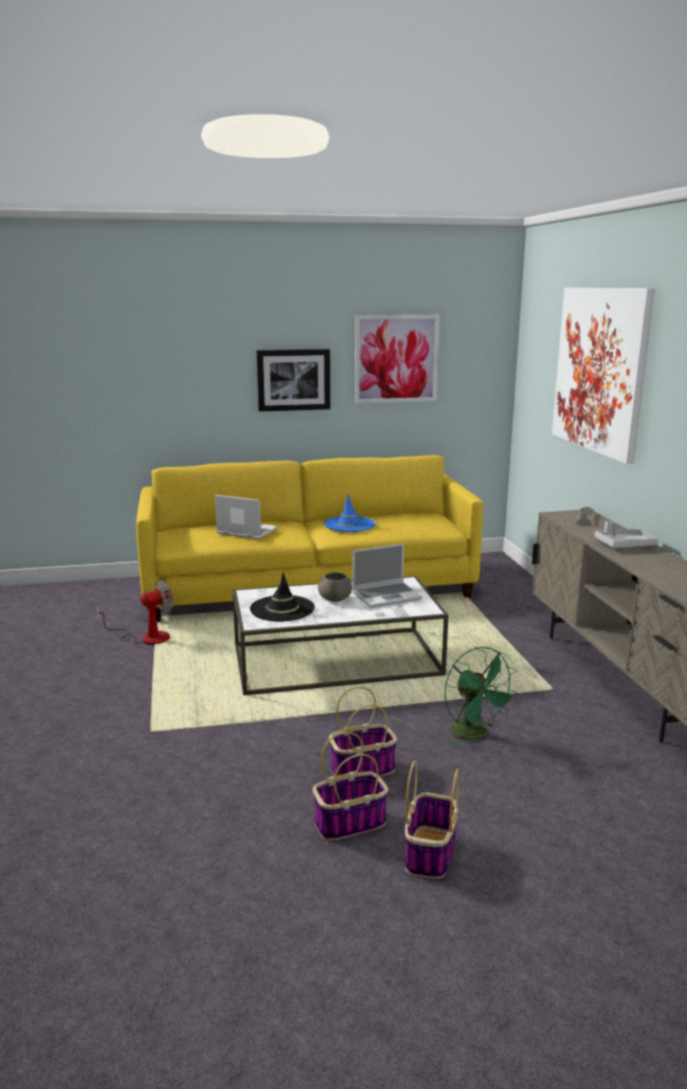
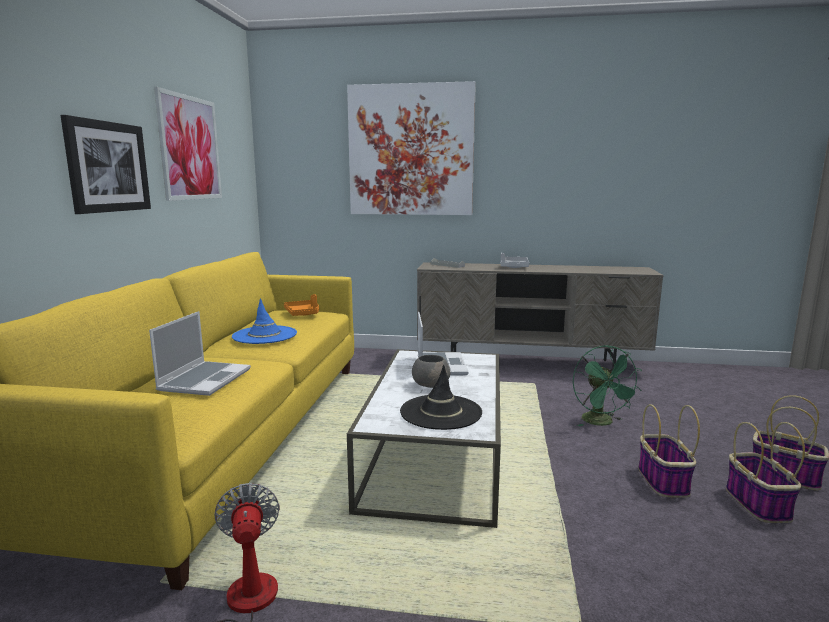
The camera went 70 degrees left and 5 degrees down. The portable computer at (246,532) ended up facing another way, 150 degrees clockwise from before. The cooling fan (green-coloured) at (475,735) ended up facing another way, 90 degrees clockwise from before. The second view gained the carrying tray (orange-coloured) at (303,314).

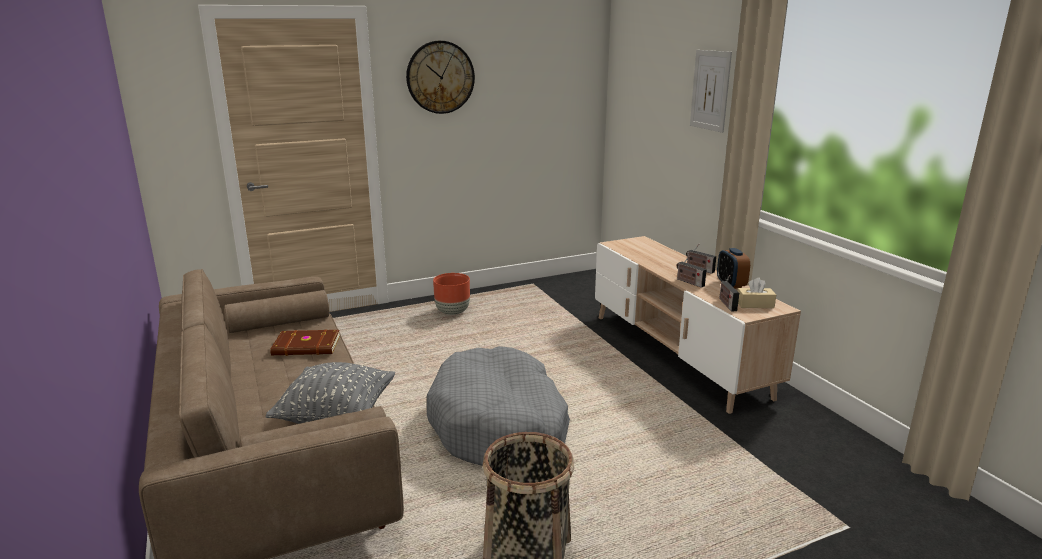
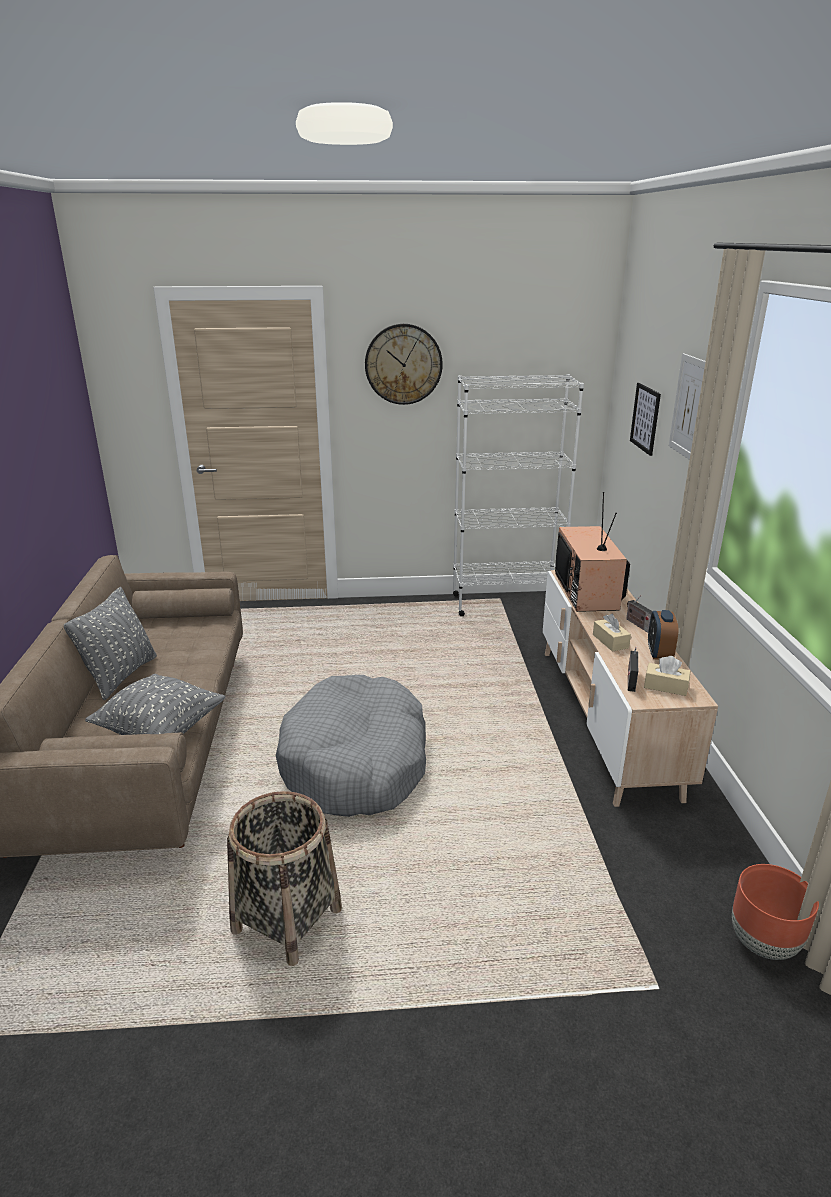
The camera went 20 degrees right and 5 degrees up. The second view lost the book (brown-coloured) at (306,346). The plant pot (brown-coloured) ended up elsewhere, having gone from (453,312) to (764,943). Where the radio receiver stood at (689,282), the box of tissues (sand-coloured) came to stand at (610,641). The second view gained the throw pillow (gray) at (121,676). The second view gained the shelving unit (white) at (506,603). The second view gained the TV at (588,591). The second view gained the wall art at (645,418).

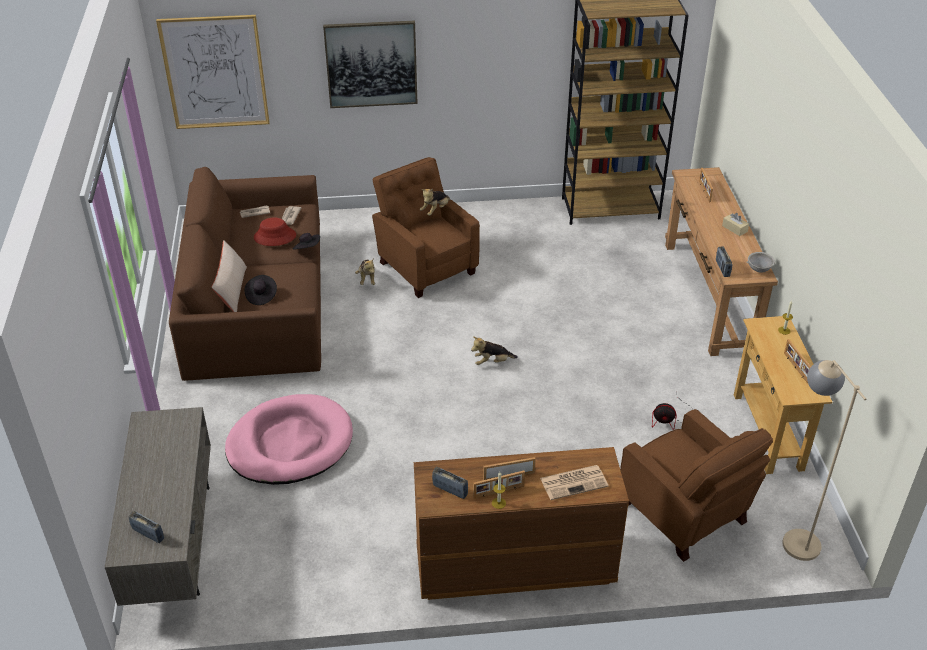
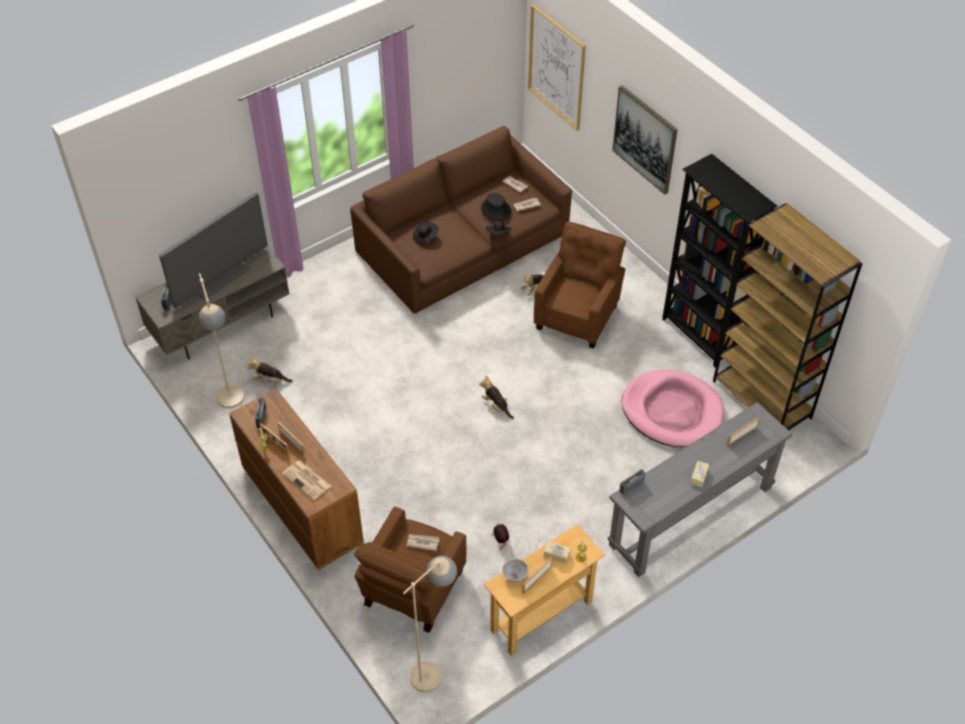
The camera went 60 degrees right and 10 degrees up. The second view lost the throw pillow (sand-coloured) at (232,290). The dog cushion (pink-coloured) ended up elsewhere, having gone from (290,444) to (672,411). What was the hat (red) at (275,237) turned into the hat (blackish) at (495,210). The plush toy ended up elsewhere, having gone from (435,210) to (270,380). What was the narrow table (brown-coloured) at (708,296) turned into the narrow table (gray) at (690,516). The serving bowl (gray) ended up elsewhere, having gone from (759,270) to (514,576). The second view gained the TV at (218,277). The second view gained the floor lamp (sand-coloured) at (233,404). The second view gained the printed paper at (422,542). The second view gained the box of tissues (sand-coloured) at (557,555). The second view gained the shelving unit (blackish) at (700,336).

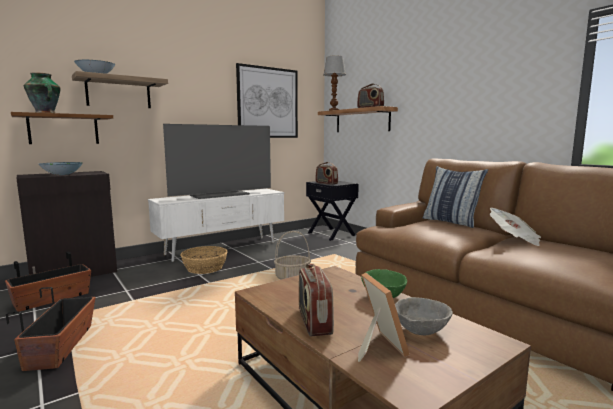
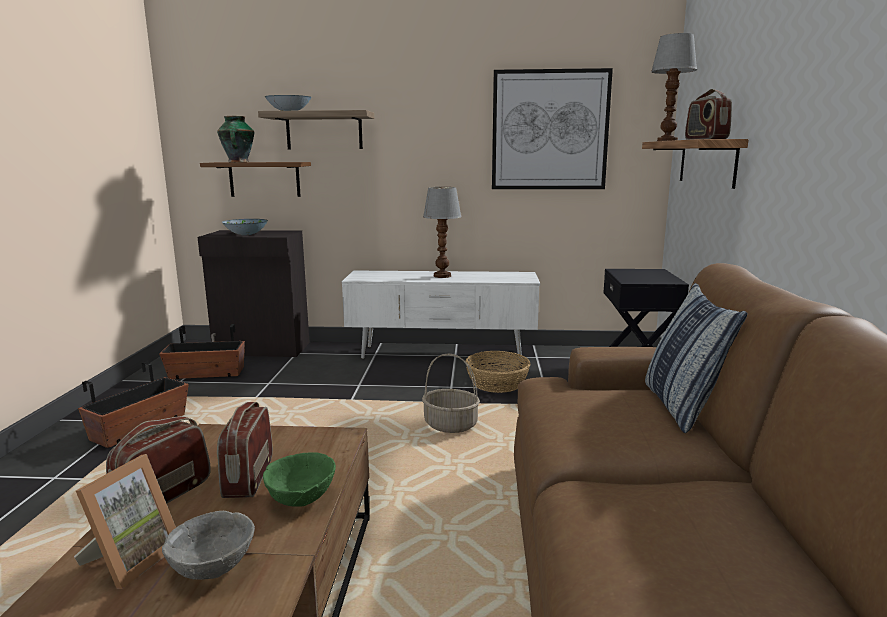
The camera went 40 degrees right and 5 degrees up. Where the TV stood at (220,195), the lamp for a table came to stand at (443,276). The basket ended up elsewhere, having gone from (205,268) to (497,383). The radio receiver ended up elsewhere, having gone from (326,183) to (248,477). The second view lost the printed paper at (514,239).

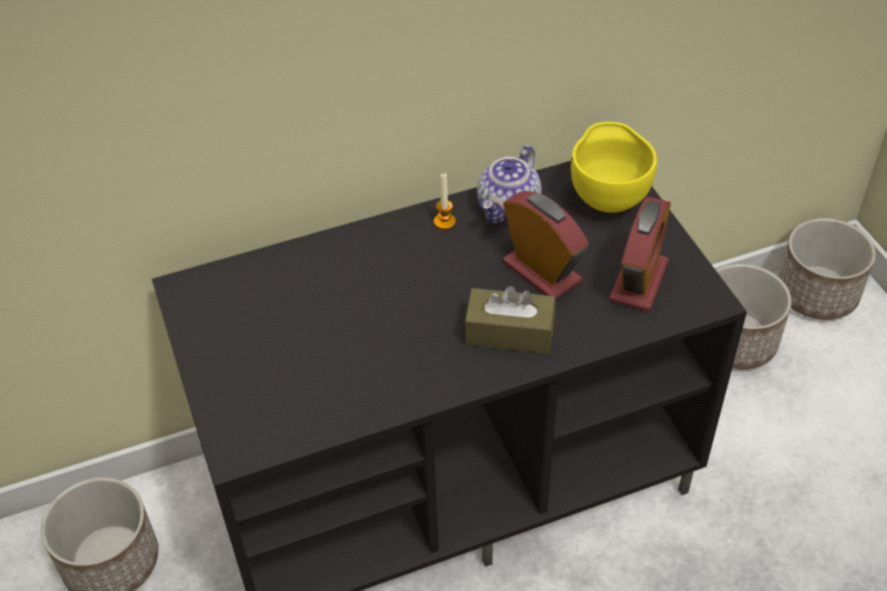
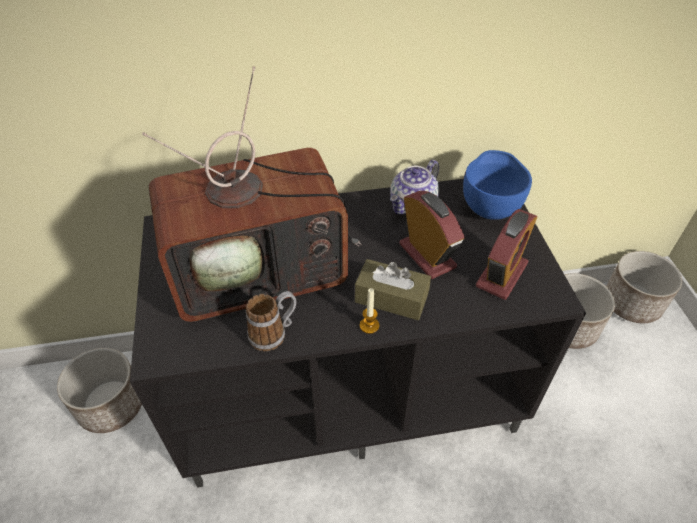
The camera went 10 degrees right and 0 degrees up. The wax light ended up elsewhere, having gone from (444,222) to (369,325). What was the serving bowl (yellowish) at (608,199) turned into the serving bowl (bluish) at (489,209). The second view gained the TV at (263,270). The second view gained the tea mug at (274,333).

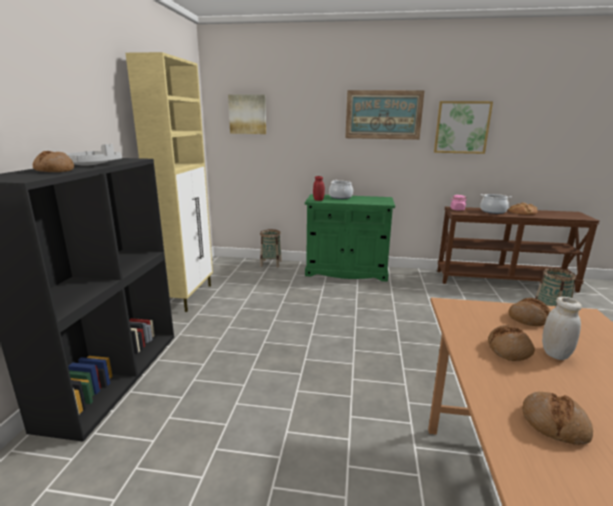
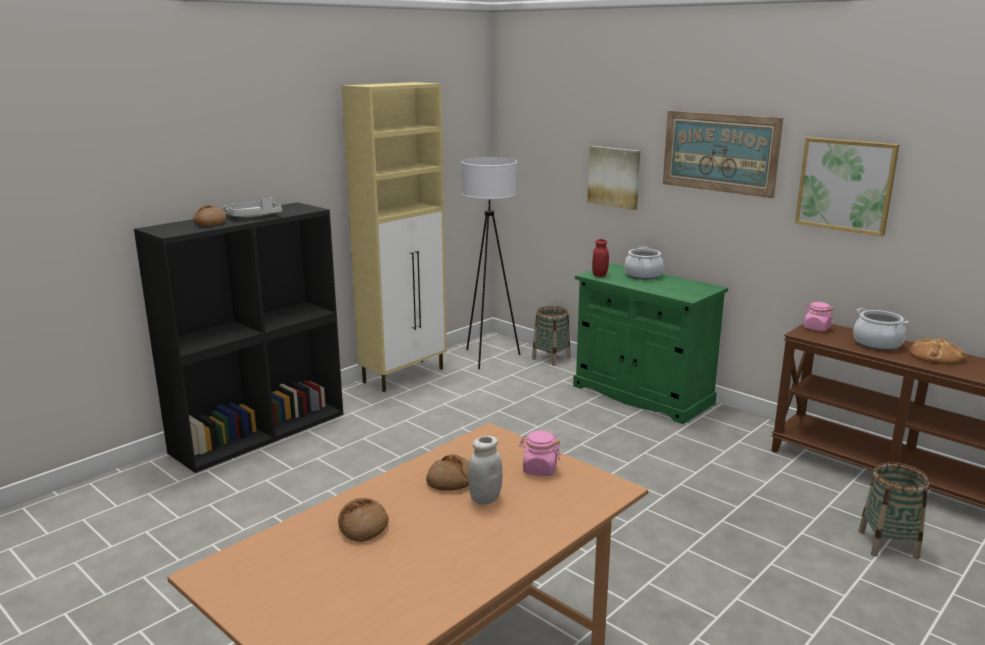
The camera went 35 degrees right and 0 degrees up. The wall art ended up elsewhere, having gone from (247,114) to (614,177). Where the bakery bread stood at (529,318), the preserve jar (pink-coloured) came to stand at (539,469). The second view gained the floor lamp (white) at (489,357).

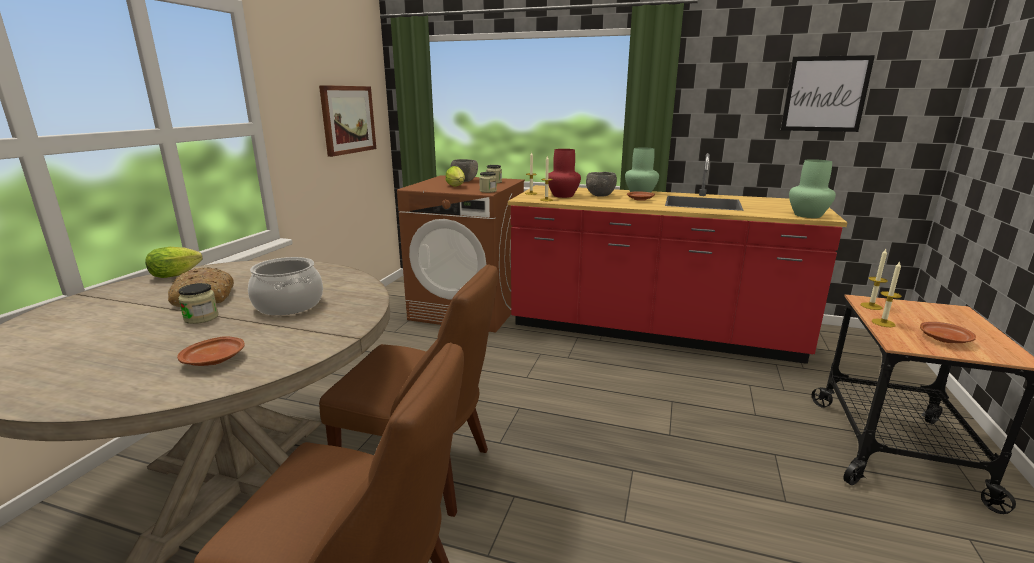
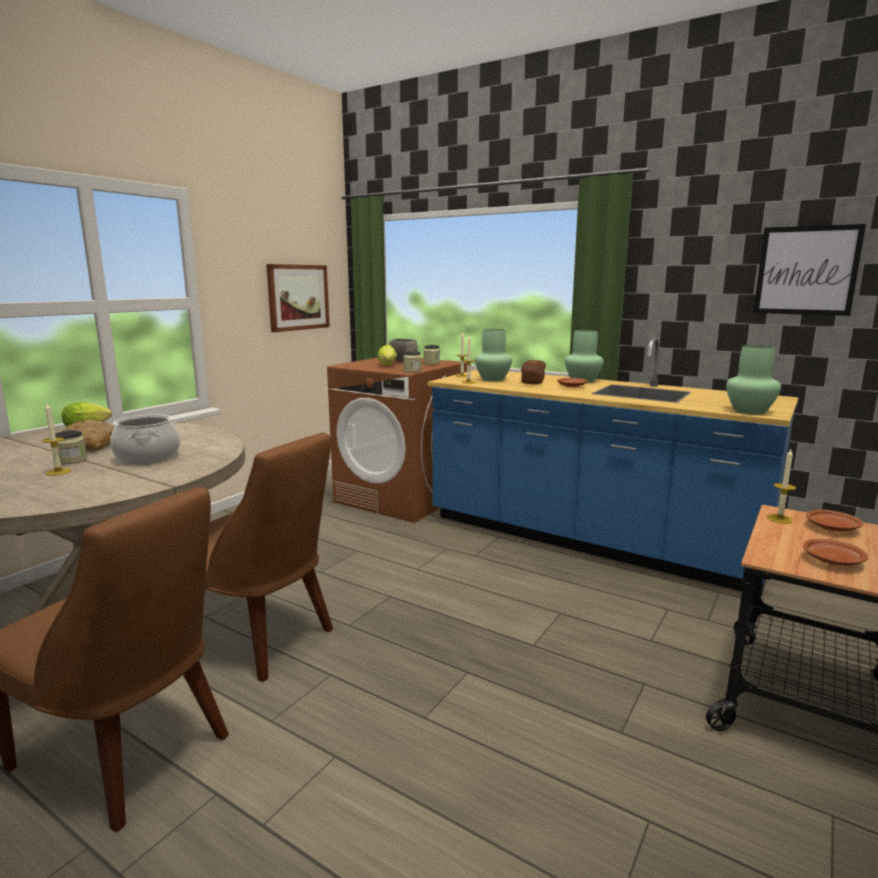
The camera went 15 degrees right and 5 degrees down. The plate (brown-coloured) ended up elsewhere, having gone from (215,360) to (832,528). What was the counter (red) at (652,330) turned into the counter (bluish) at (589,539). What was the decorative vase (red) at (563,195) turned into the decorative vase (green-coloured) at (493,379). Where the serving bowl (gray) stood at (600,196), the bakery bread came to stand at (533,381). The wax light ended up elsewhere, having gone from (883,323) to (58,472).

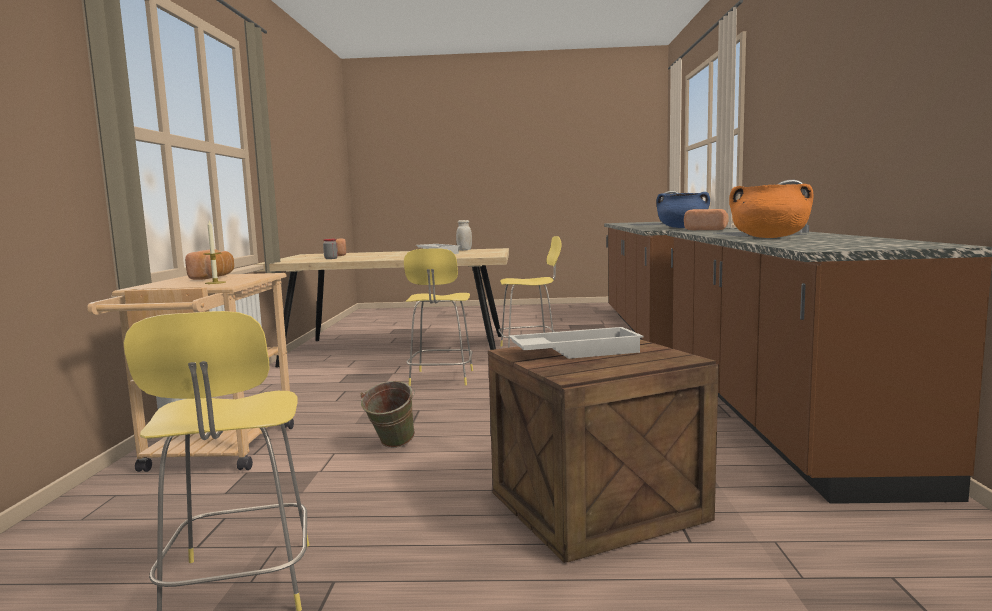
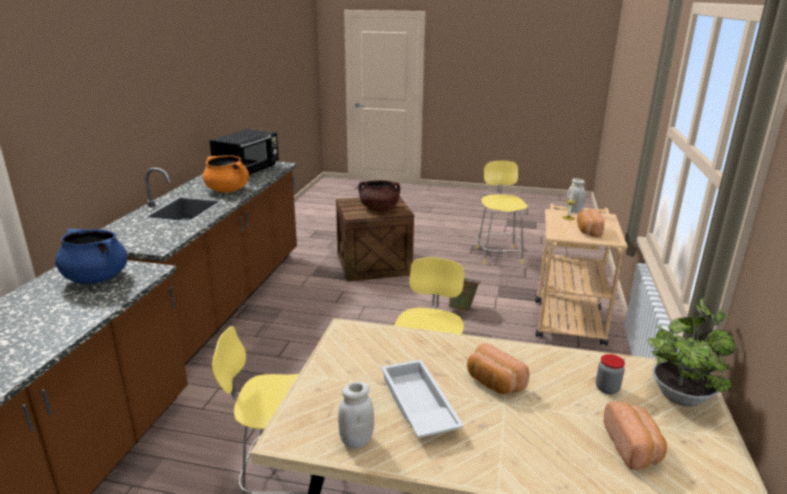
The camera went 170 degrees left and 15 degrees up. Where the carrying tray (white) stood at (575,351), the saucepot (brown-coloured) came to stand at (379,209). The bakery bread ended up elsewhere, having gone from (707,230) to (493,383). The second view gained the microwave (blackish) at (248,170). The second view gained the preserve jar (white) at (574,211). The second view gained the houseplant at (681,394).

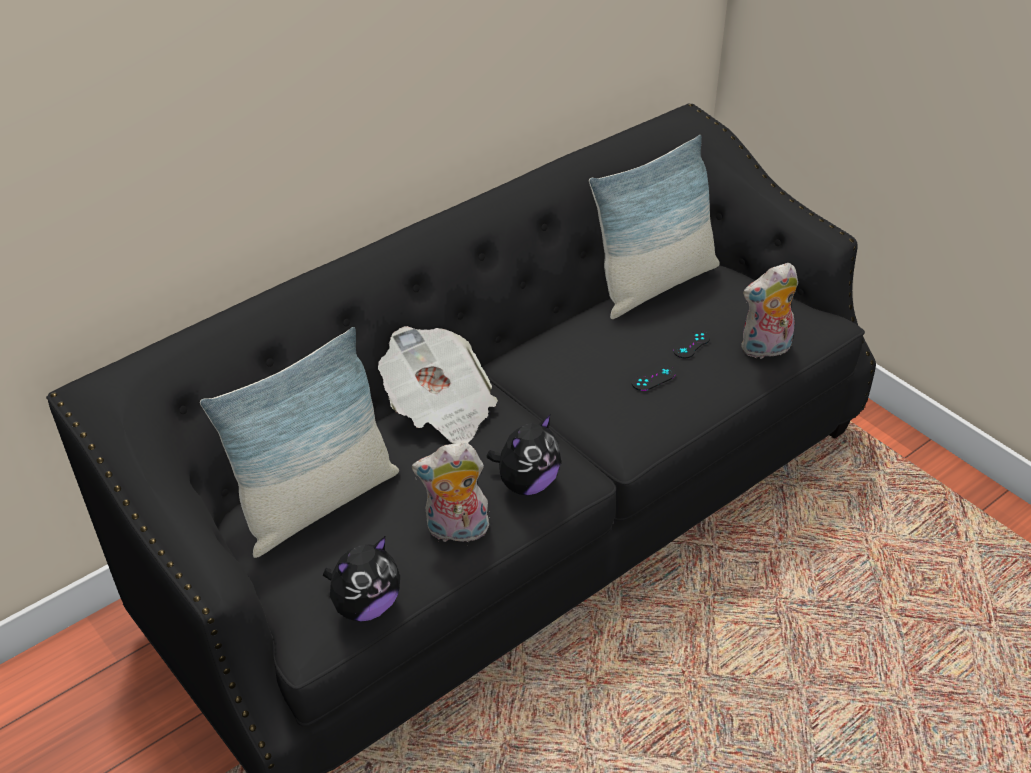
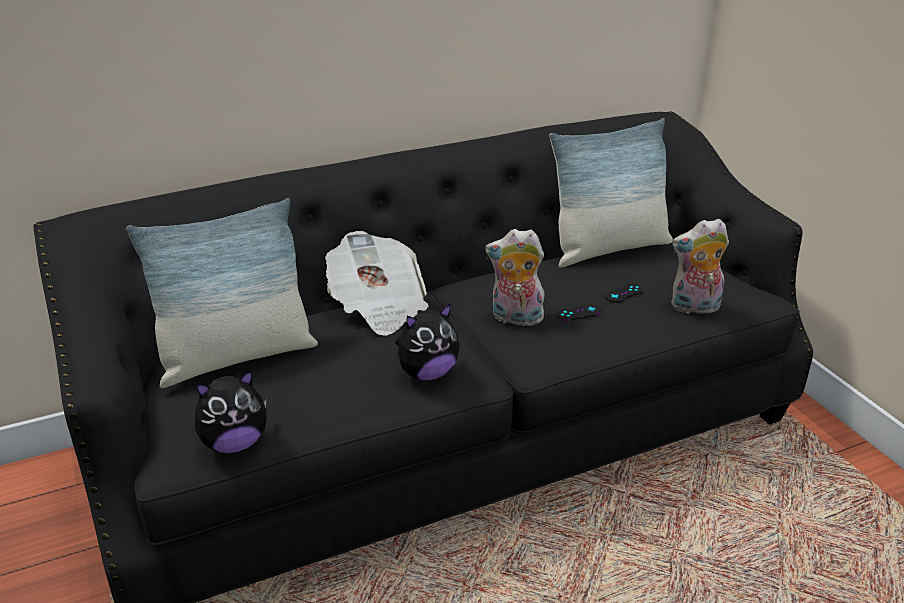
The camera went 15 degrees right and 10 degrees down. The plush toy ended up elsewhere, having gone from (456,531) to (515,319).

